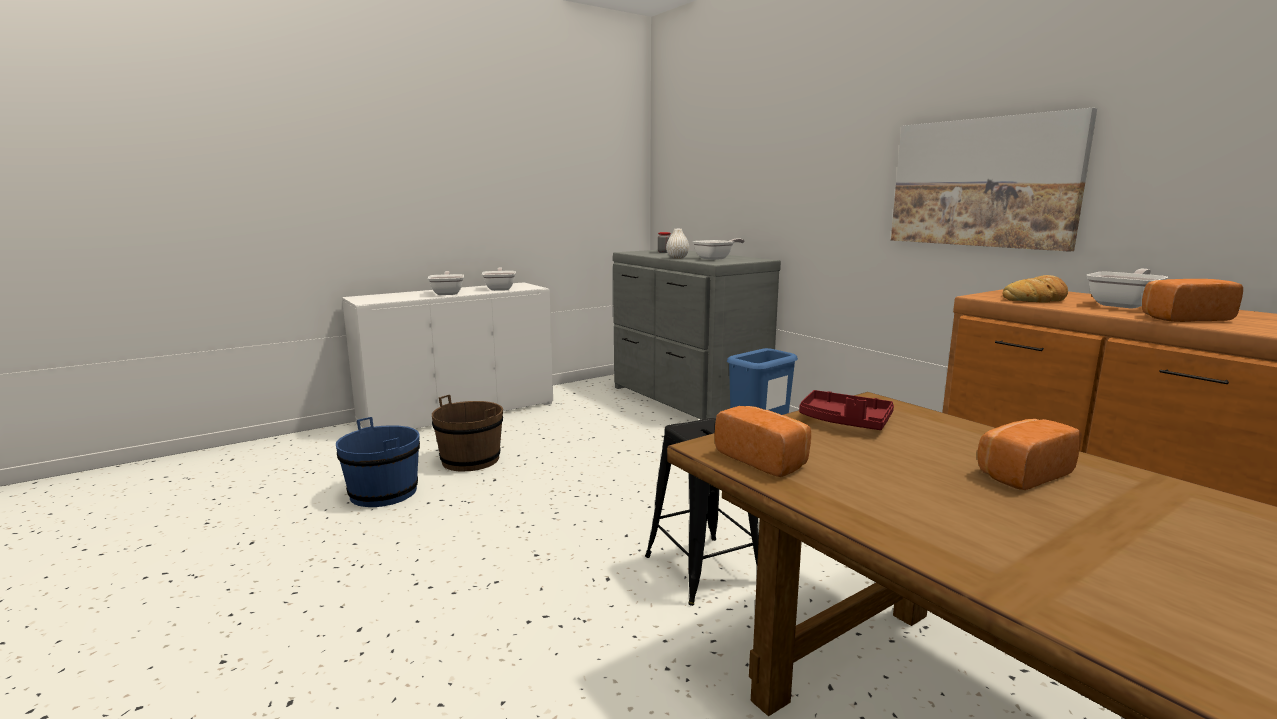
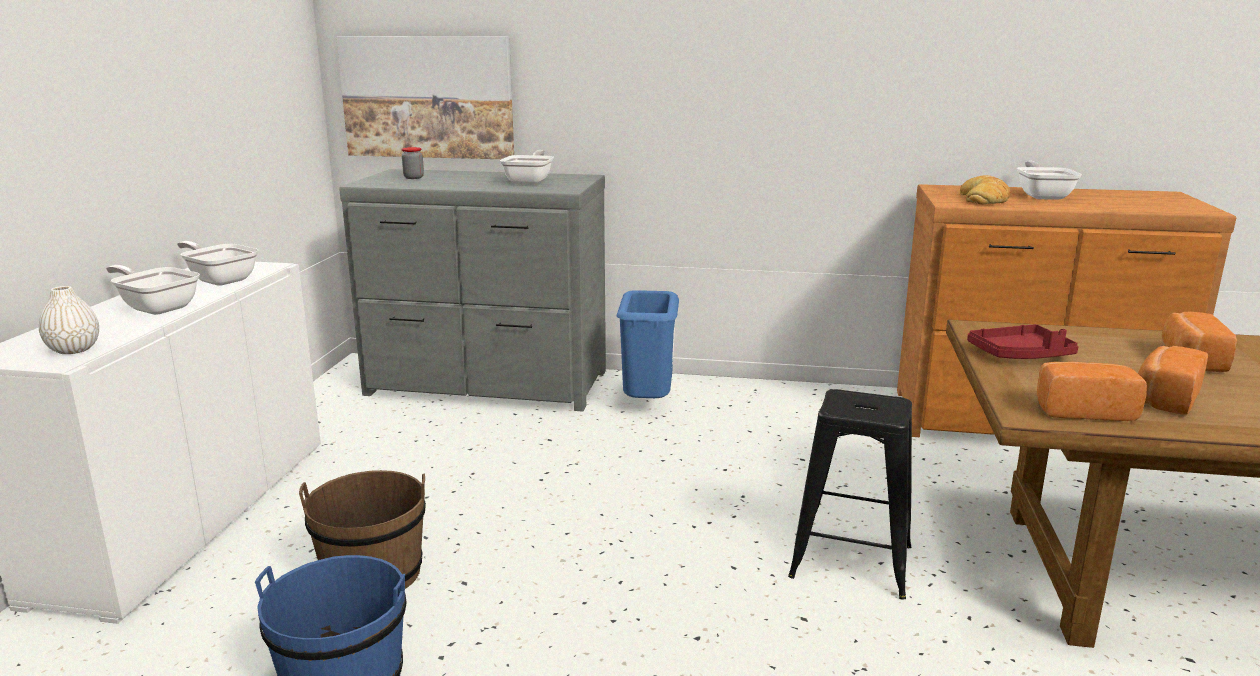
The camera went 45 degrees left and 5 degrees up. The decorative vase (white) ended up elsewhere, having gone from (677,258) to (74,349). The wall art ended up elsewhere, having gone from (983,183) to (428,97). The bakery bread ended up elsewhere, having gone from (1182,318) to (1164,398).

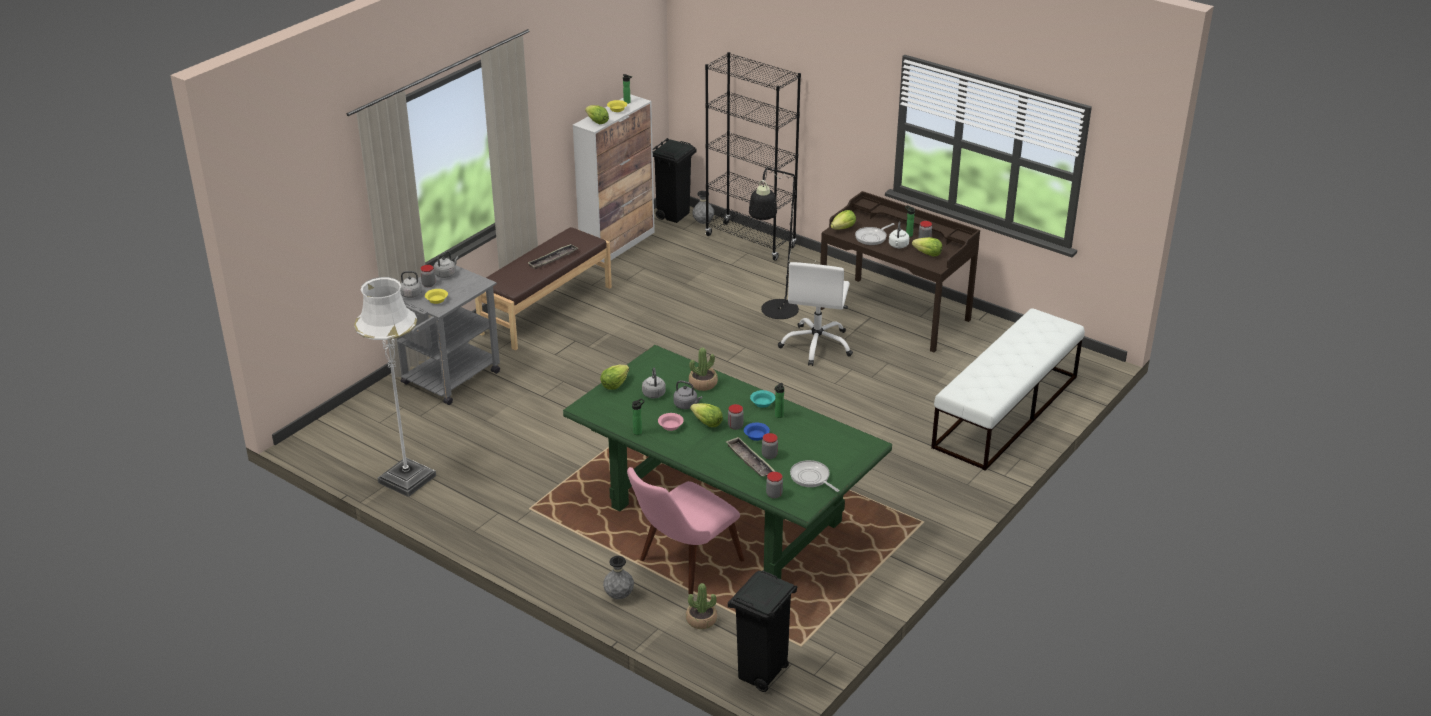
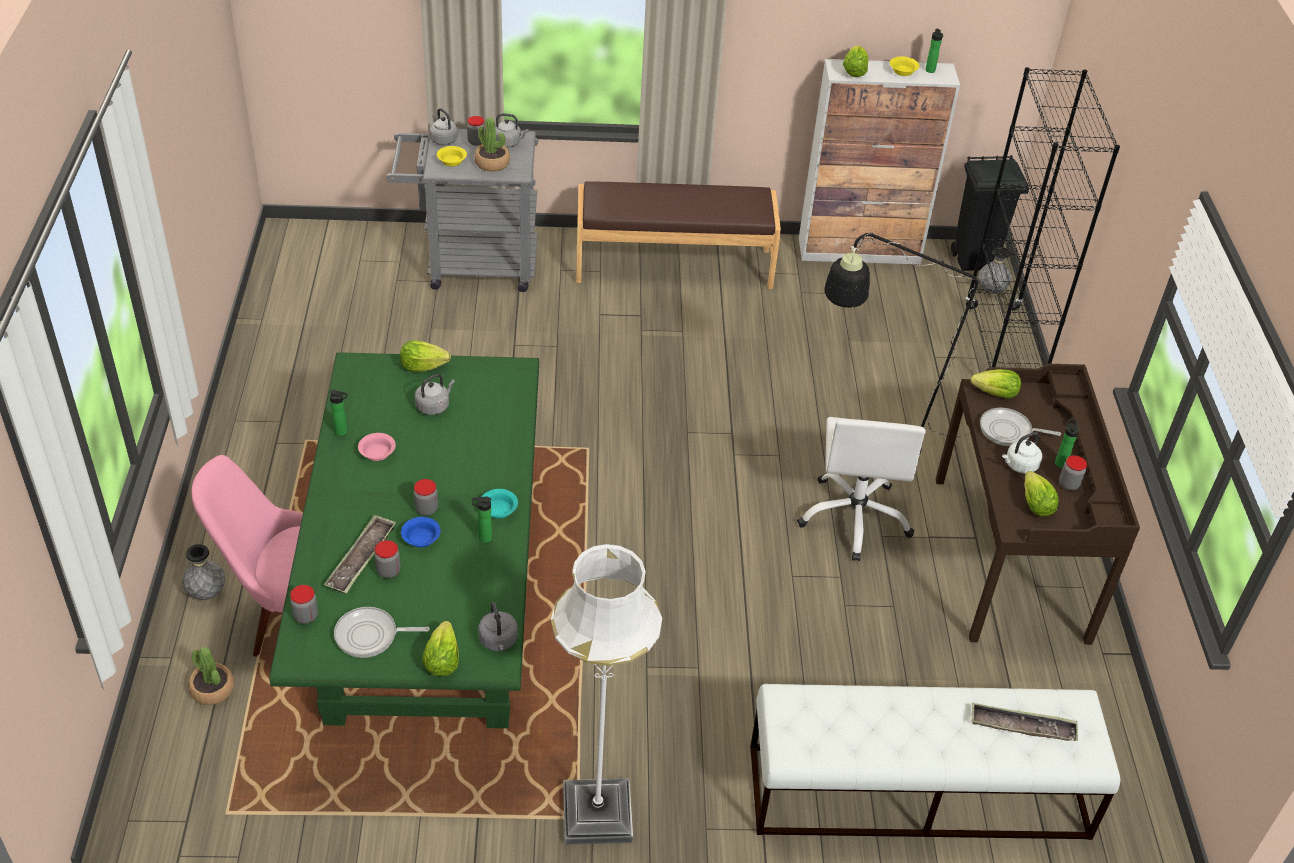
The camera went 50 degrees right and 10 degrees up. The floor lamp (white) ended up elsewhere, having gone from (407,479) to (597,813). The carrying tray ended up elsewhere, having gone from (553,259) to (1022,726). The water kettle (gray) ended up elsewhere, having gone from (686,405) to (498,641). The houseplant ended up elsewhere, having gone from (703,384) to (492,163). The lettuce ended up elsewhere, having gone from (707,423) to (442,661). The second view lost the waste bin (blackish) at (761,675). The office chair (white) at (817,345) ended up facing another way, 60 degrees counterclockwise from before. The pan at (811,478) ended up facing another way, 105 degrees counterclockwise from before.

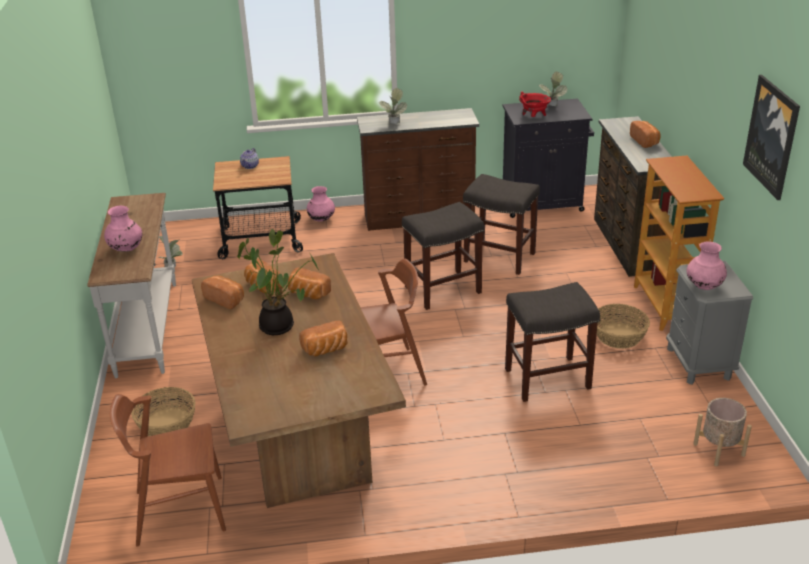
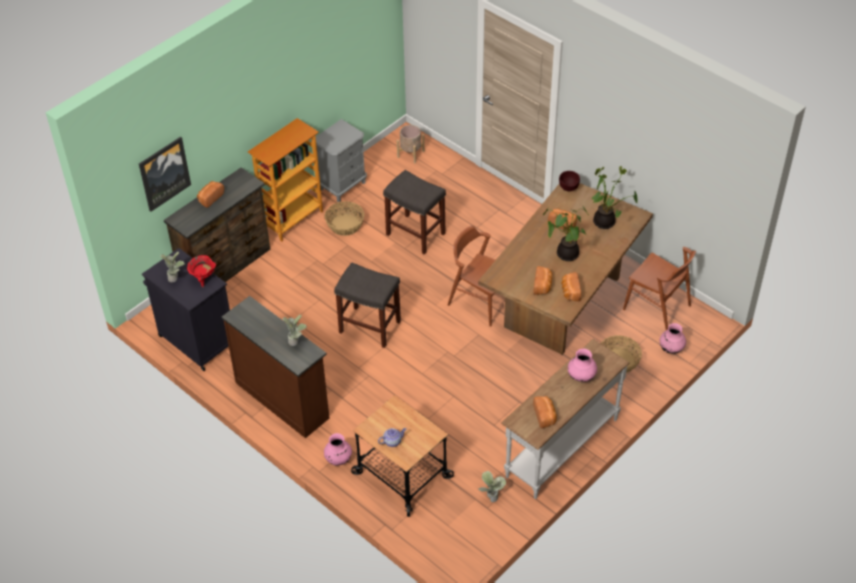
The camera went 130 degrees left and 15 degrees up. The bakery bread ended up elsewhere, having gone from (308,294) to (545,416). The second view lost the stool (gray) at (500,257). The decorative vase (pink-coloured) ended up elsewhere, having gone from (704,286) to (671,348). The wall art ended up elsewhere, having gone from (772,136) to (164,173). The second view gained the serving bowl (brown-coloured) at (568,189). The second view gained the houseplant at (606,222).

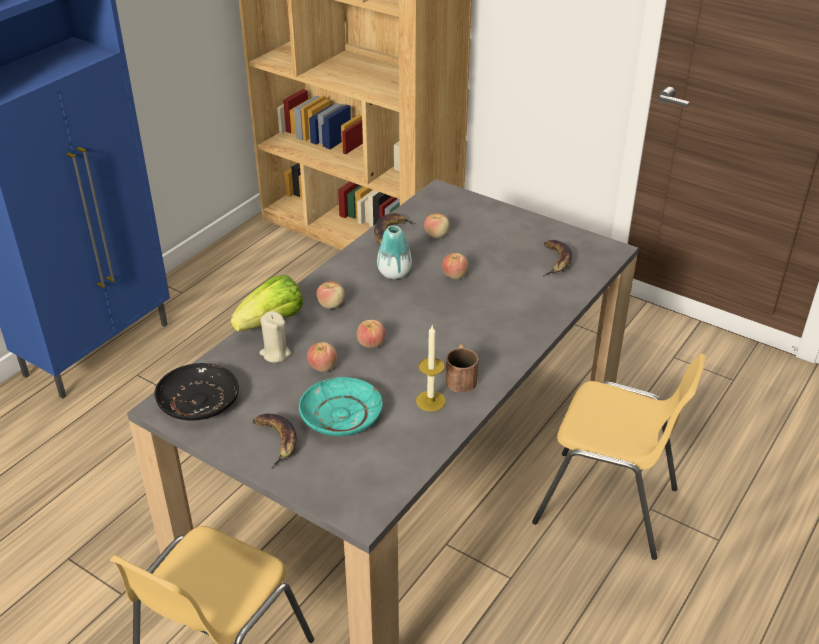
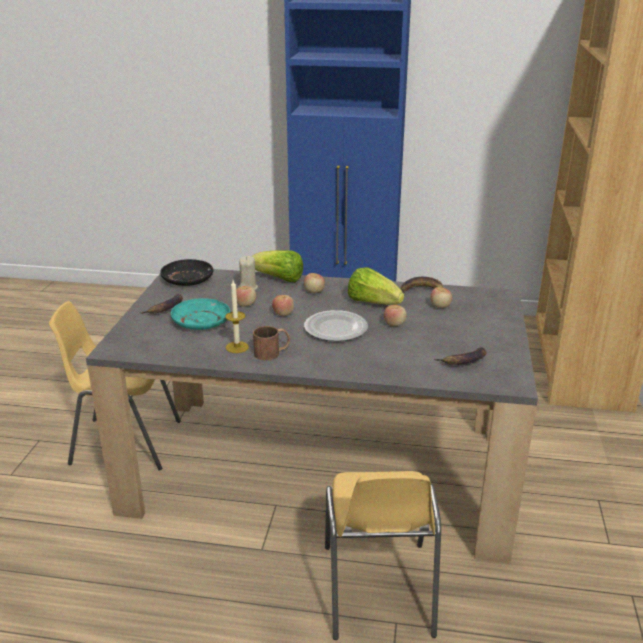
The camera went 65 degrees right and 10 degrees down. Where the decorative vase stood at (394,273), the lettuce came to stand at (373,303). The second view gained the plate at (335,329).

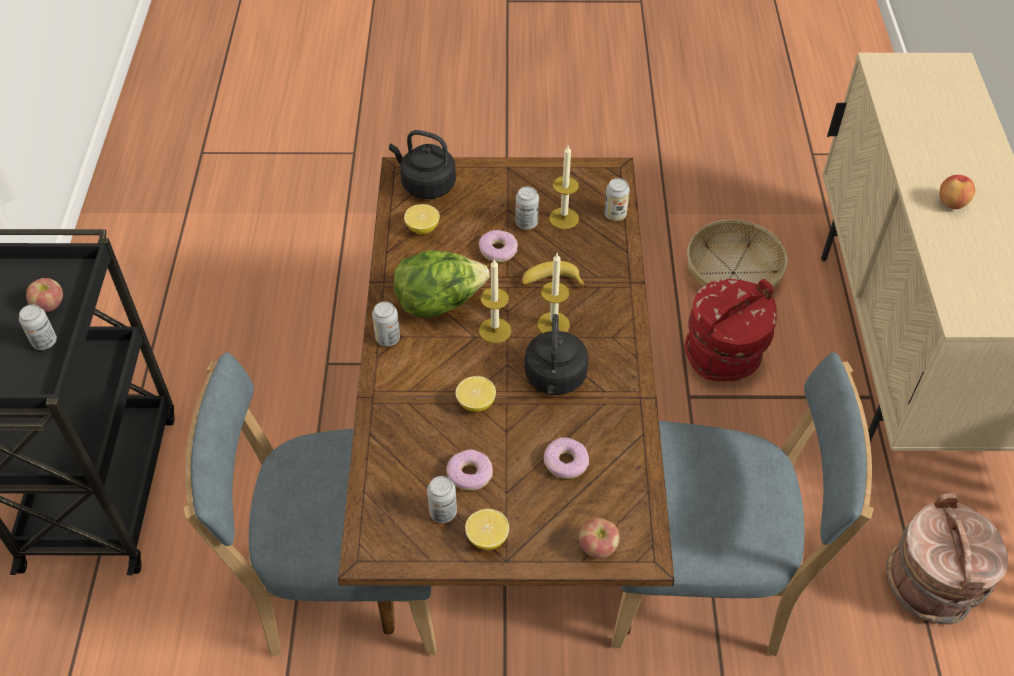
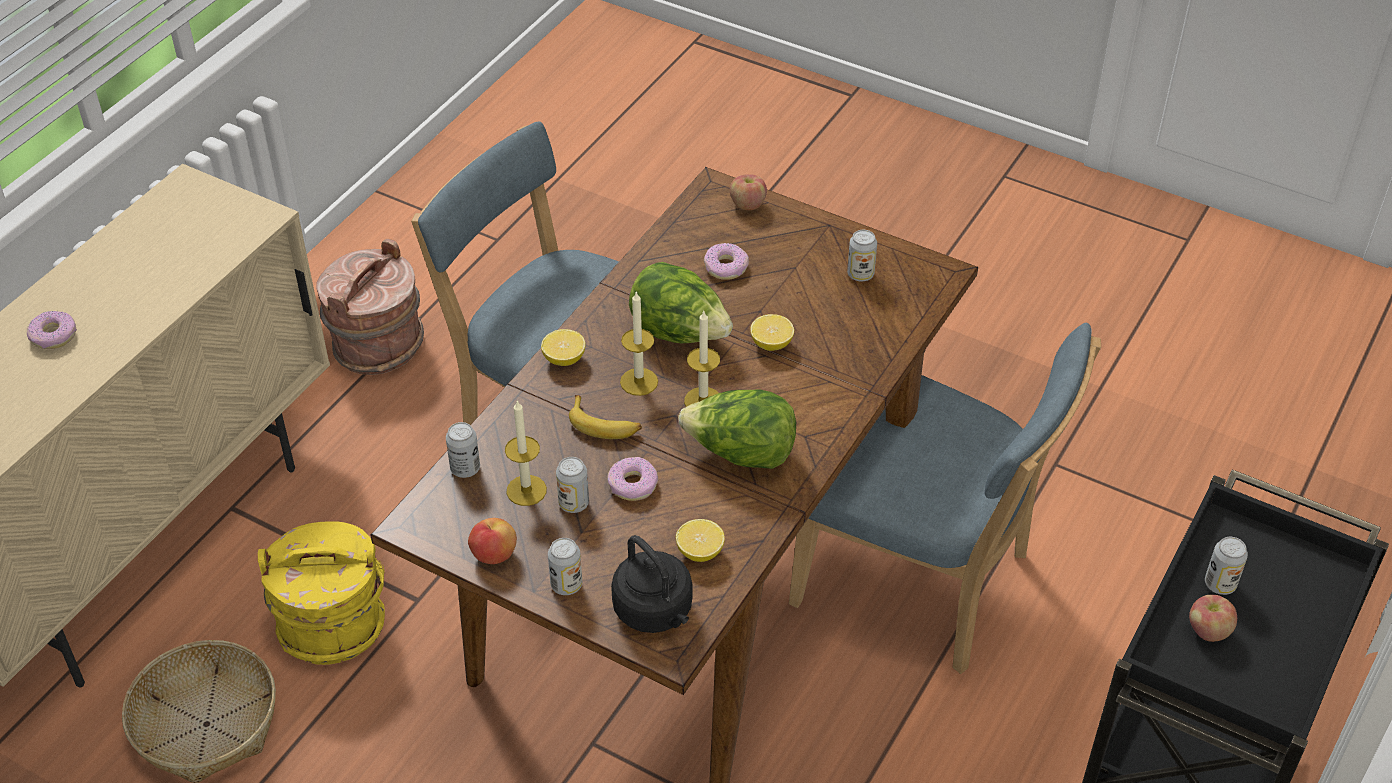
The camera went 150 degrees left and 5 degrees down. The metal can ended up elsewhere, having gone from (388,338) to (566,585). The donut ended up elsewhere, having gone from (469,474) to (53,336). The citrus fruit ended up elsewhere, having gone from (487,538) to (564,359). Where the water kettle (blackish) stood at (555,379), the lettuce came to stand at (679,333). What was the bucket (red) at (723,356) turned into the bucket (yellowish) at (333,625). The apple fruit ended up elsewhere, having gone from (952,203) to (494,555).

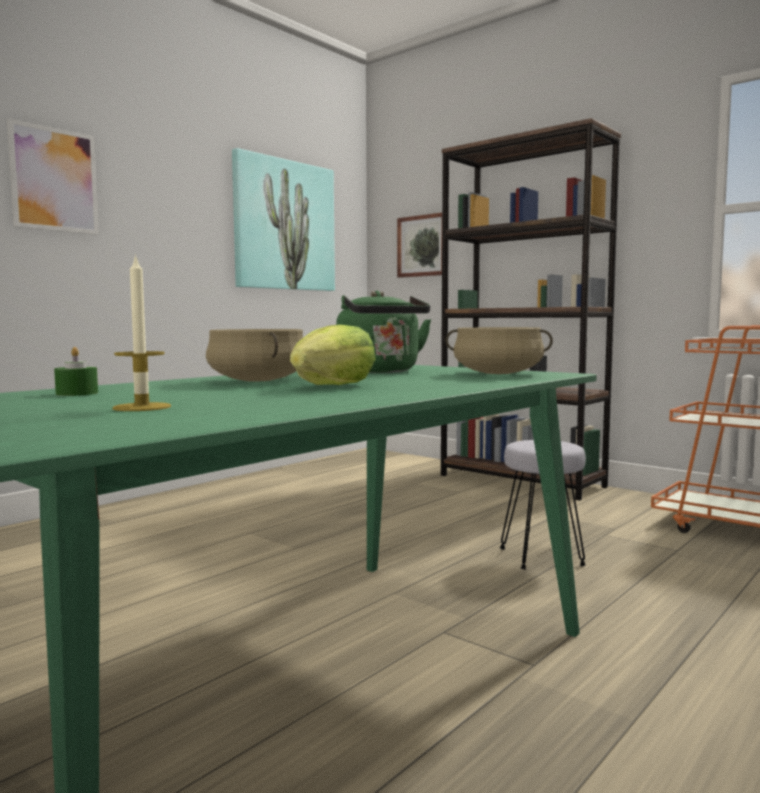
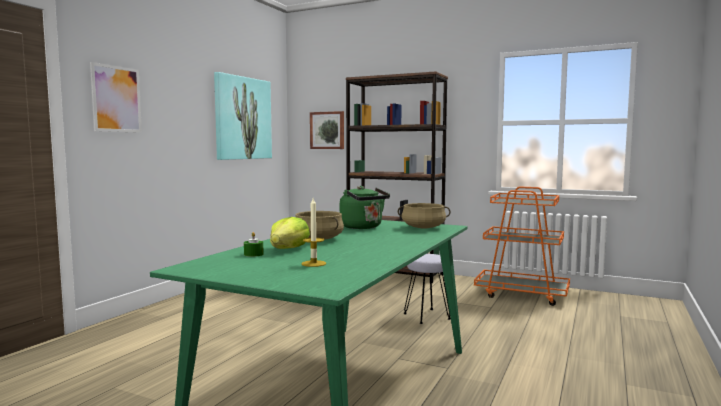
The camera went 15 degrees left and 0 degrees up. The lettuce ended up elsewhere, having gone from (333,386) to (288,249).

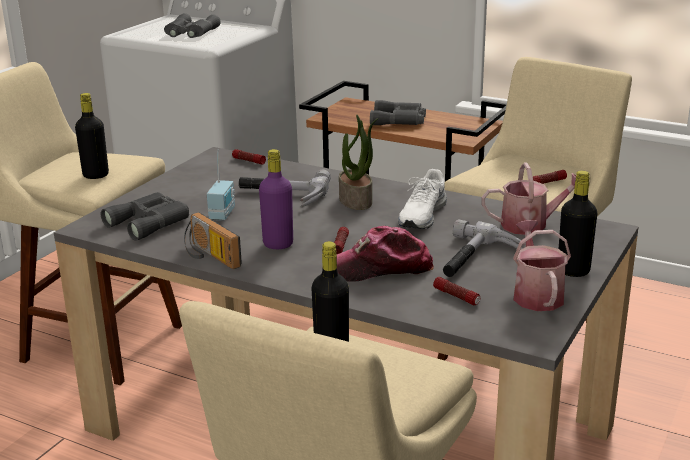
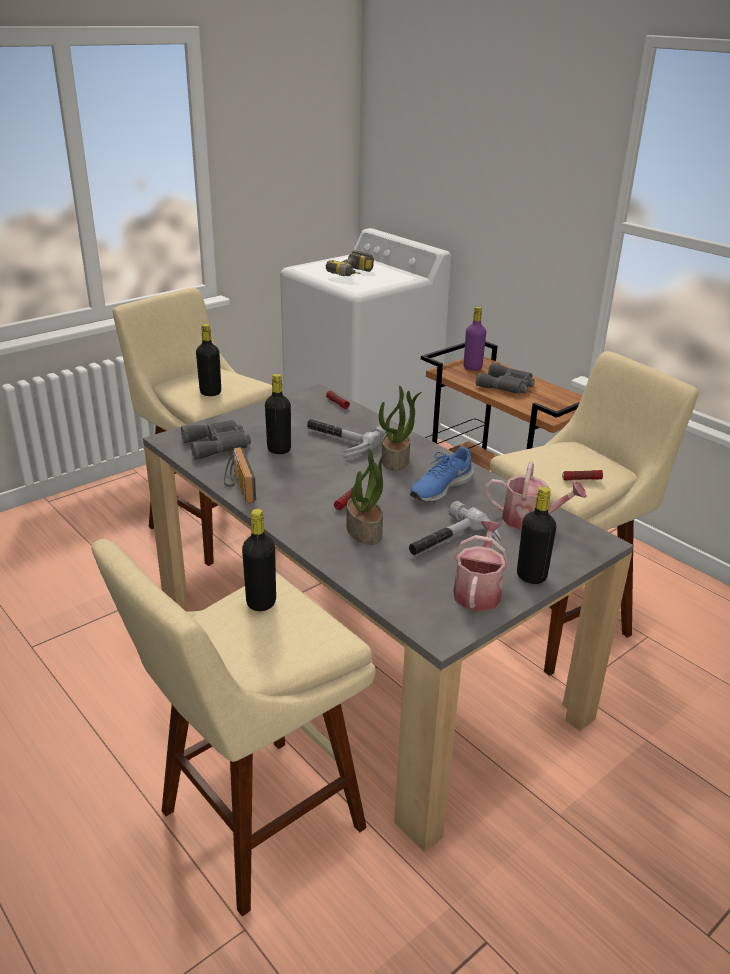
The camera went 20 degrees right and 5 degrees up. Where the field glasses (gray) stood at (190,33), the power drill came to stand at (354,275). Where the radio receiver stood at (223,214), the drink bottle (blackish) came to stand at (279,449). The drink bottle (purplish) ended up elsewhere, having gone from (278,244) to (472,368). Where the peaked cap stood at (381,268), the houseplant came to stand at (365,531). What was the low shoe (white) at (421,215) turned into the low shoe (bluish) at (440,487). The second view lost the torch at (456,296).

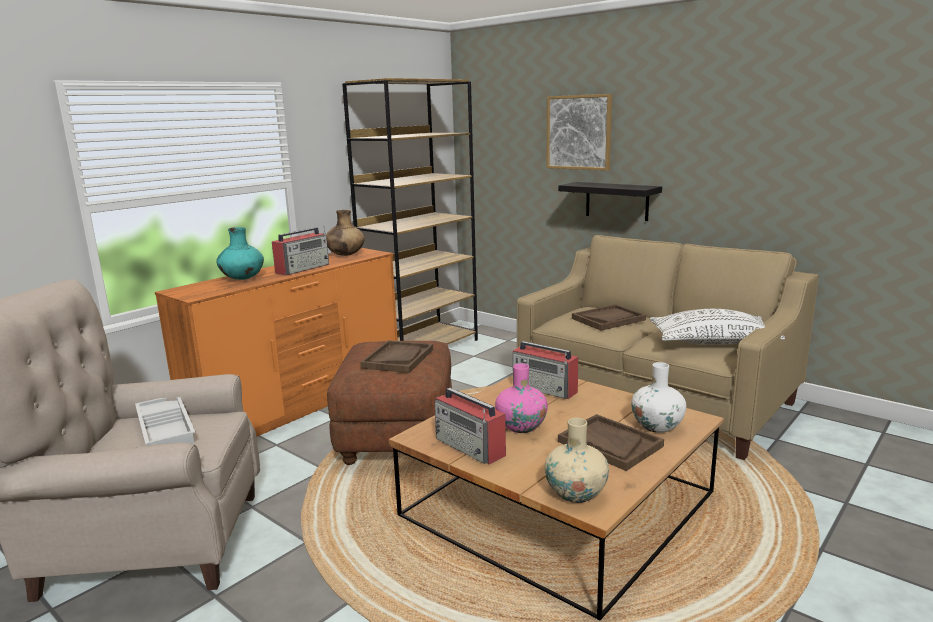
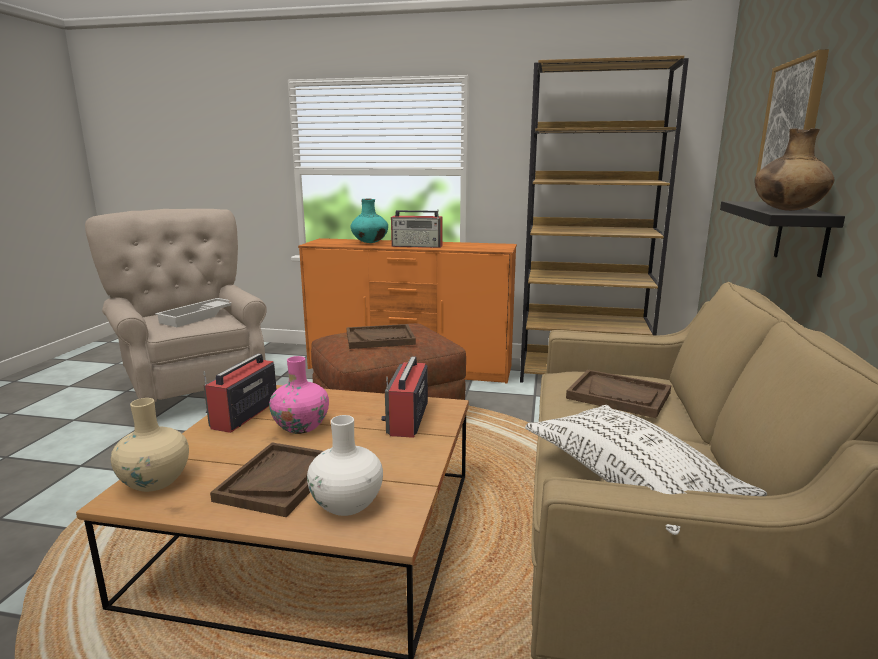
The camera went 60 degrees right and 0 degrees up. The decorative vase (brown-coloured) ended up elsewhere, having gone from (345,255) to (787,210).

